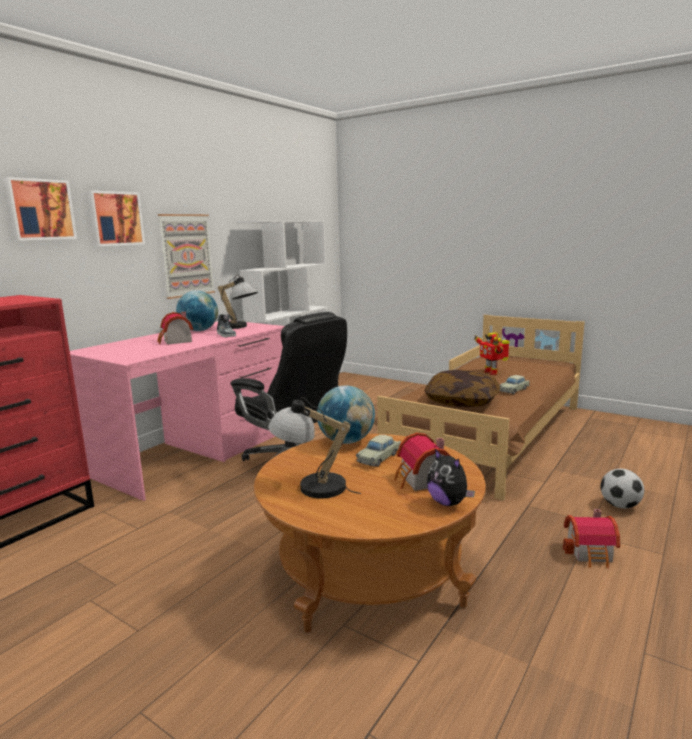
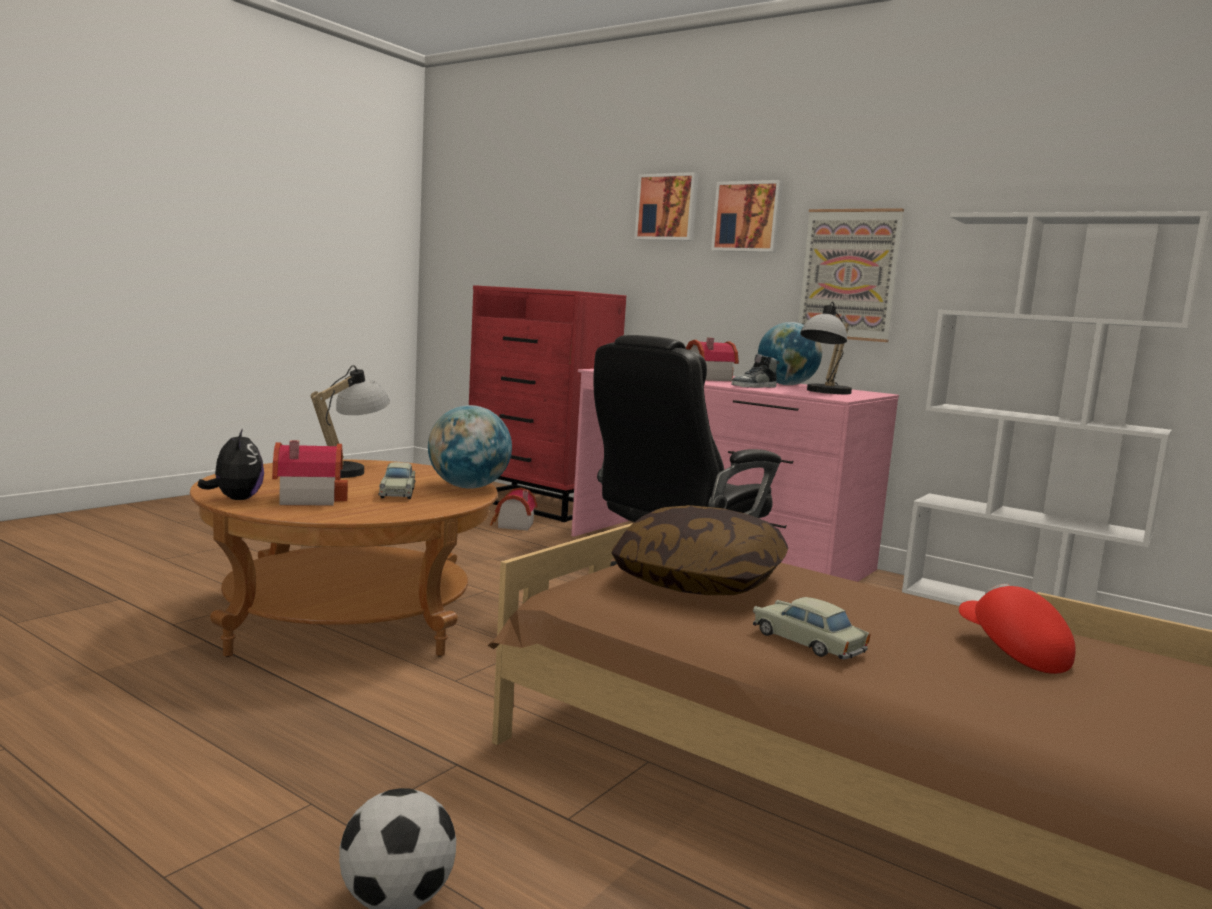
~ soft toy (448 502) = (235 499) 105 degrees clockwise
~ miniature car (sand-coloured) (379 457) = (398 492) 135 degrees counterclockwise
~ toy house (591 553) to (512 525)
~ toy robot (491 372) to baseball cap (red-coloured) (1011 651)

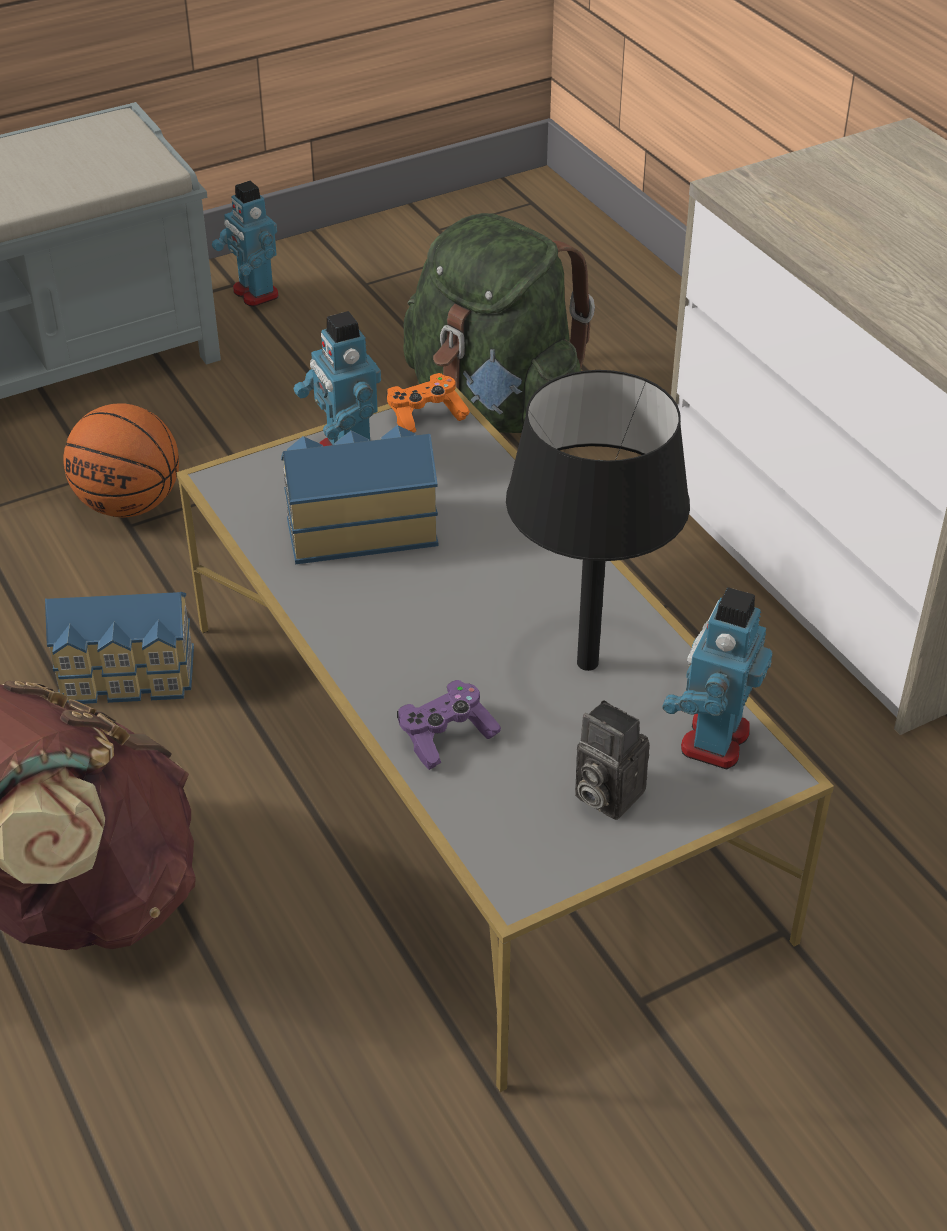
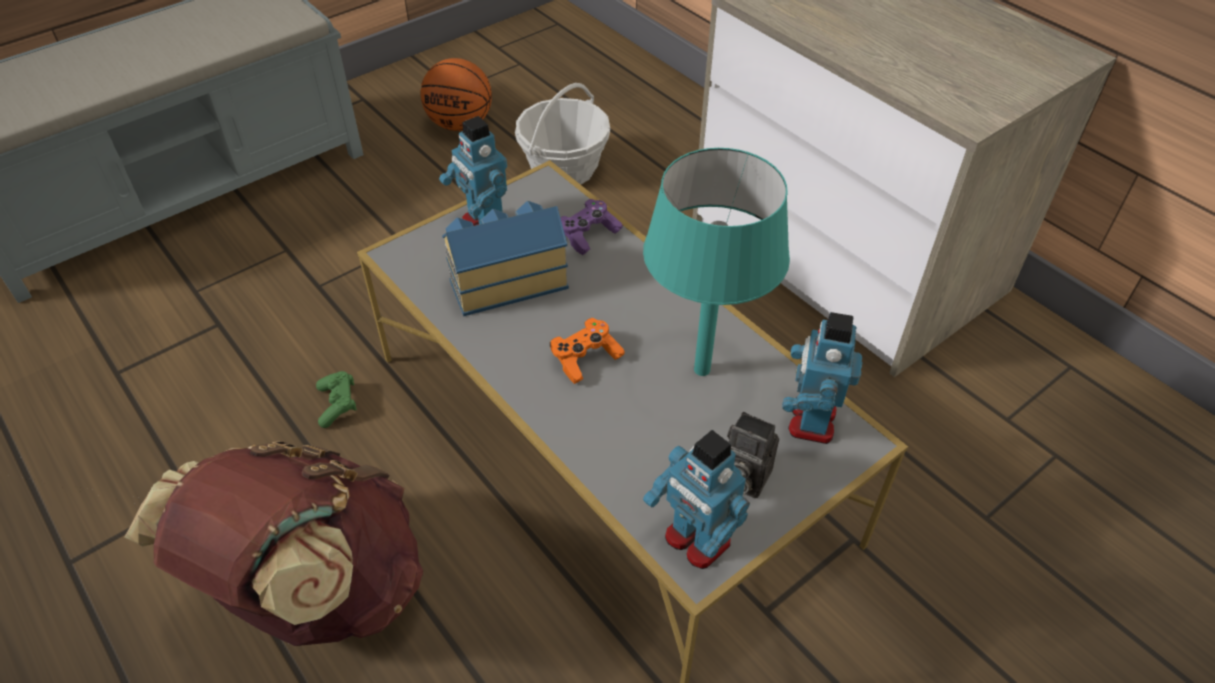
~ toy house (128 677) to joypad (greenish) (338 404)
~ basketball (129 504) to (460 124)
~ backpack (greenish) (495 406) to basket (564 169)
~ joypad (orange-coloured) (425 416) to (585 358)
~ joypad (purple) (446 736) to (588 234)
~ table lamp (black) (587 663) to table lamp (turquoise-coloured) (701 370)
~ toy robot (254 294) to (696 541)

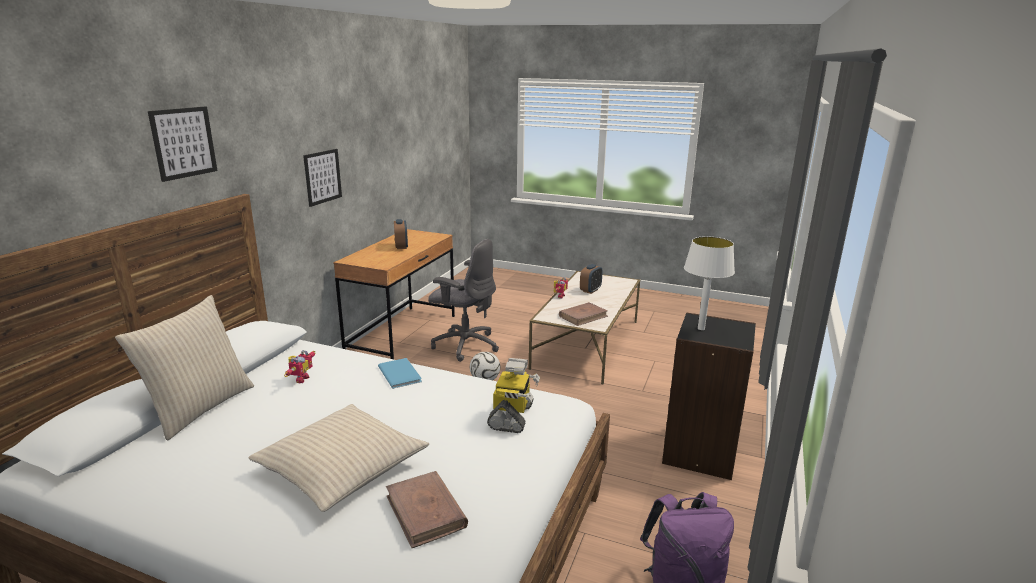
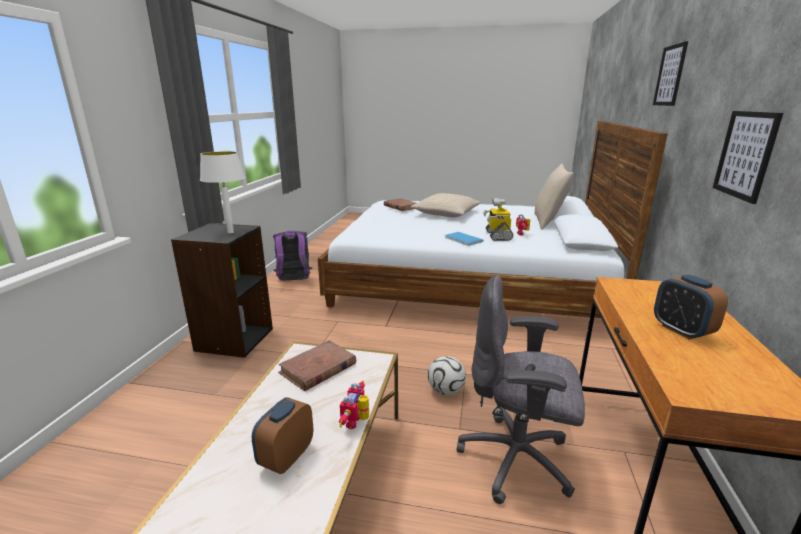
~ toy robot (512 416) to (497 235)

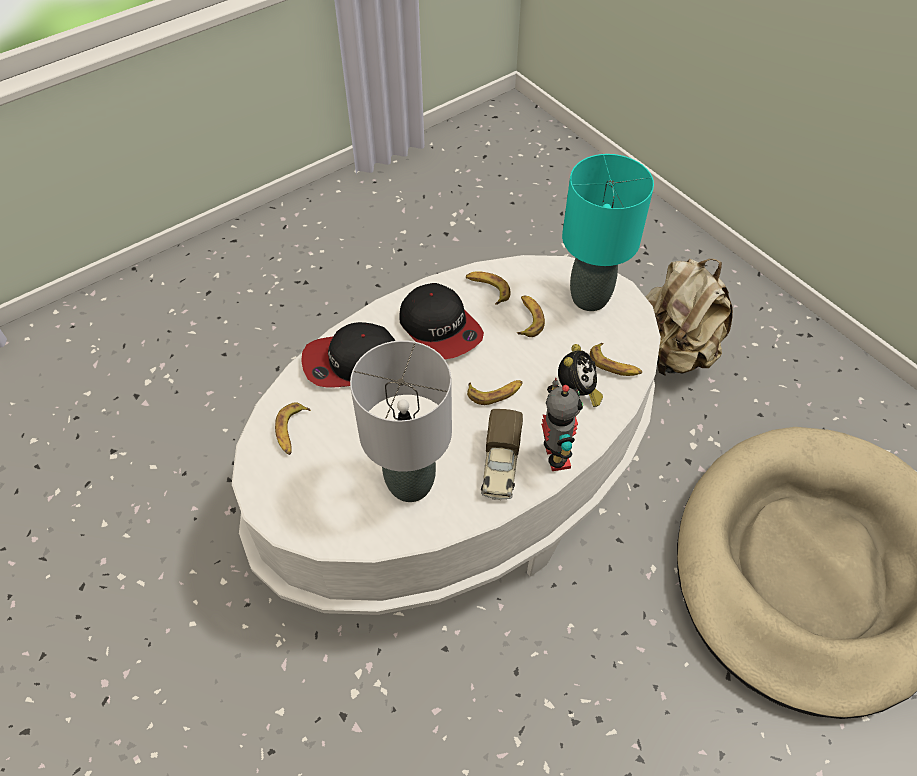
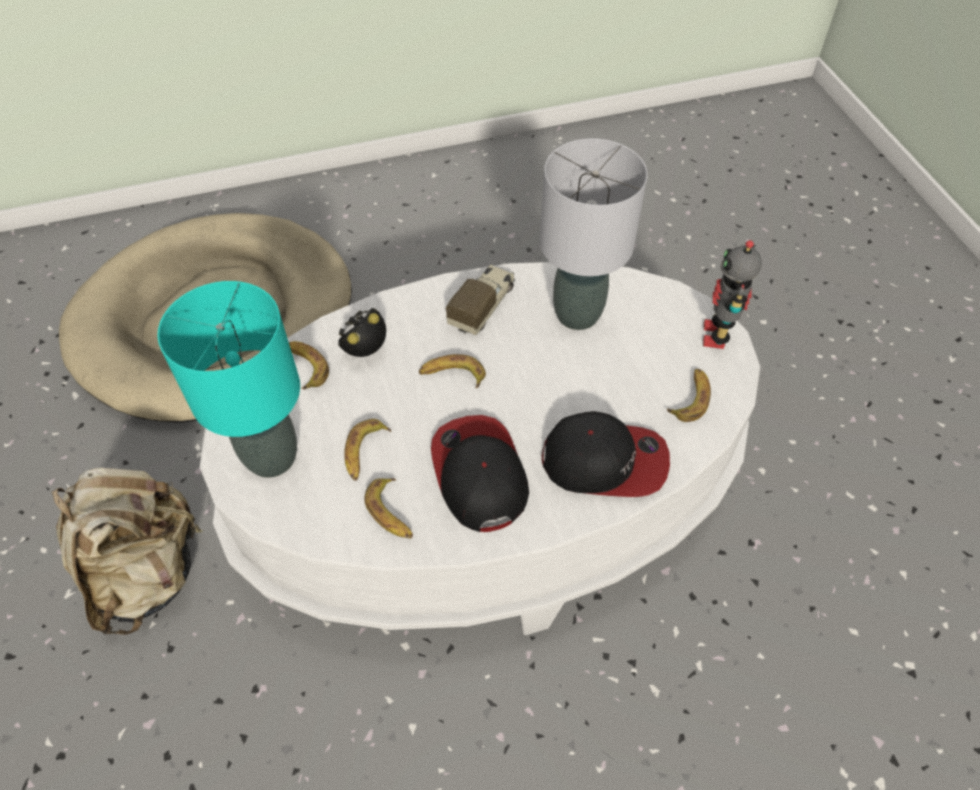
~ toy robot (554 457) to (717 336)

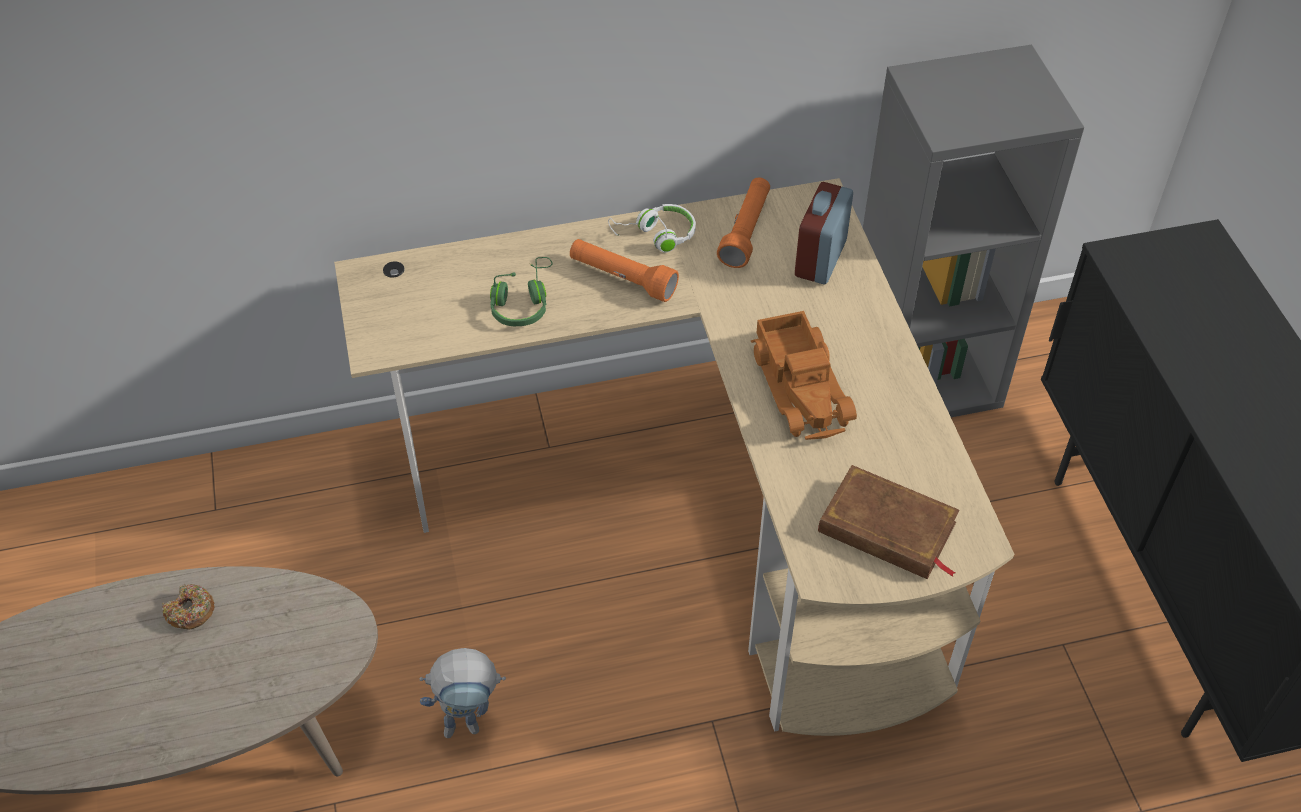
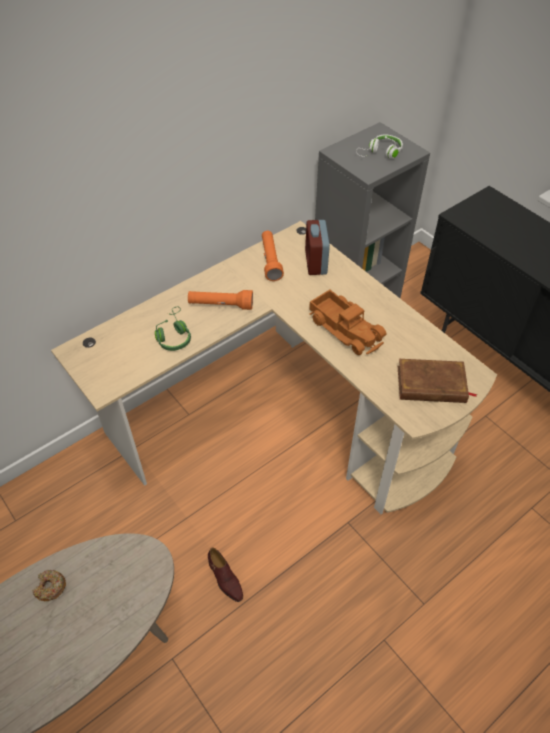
~ toy robot (471 723) to low shoe (brownish) (225 579)
~ headphones (whitish) (656 235) to (381 153)

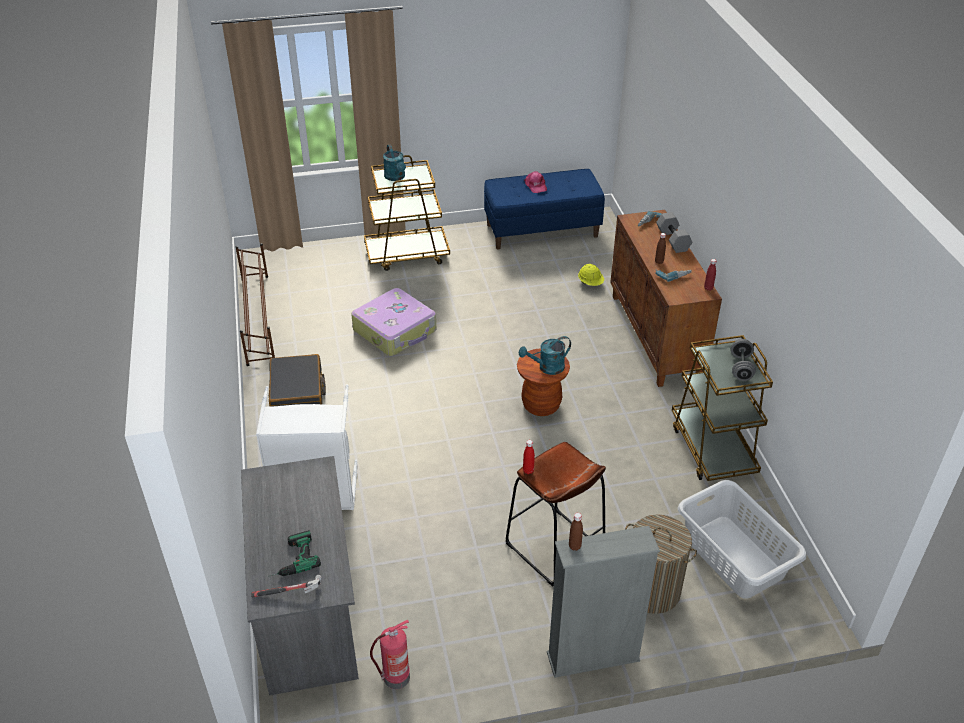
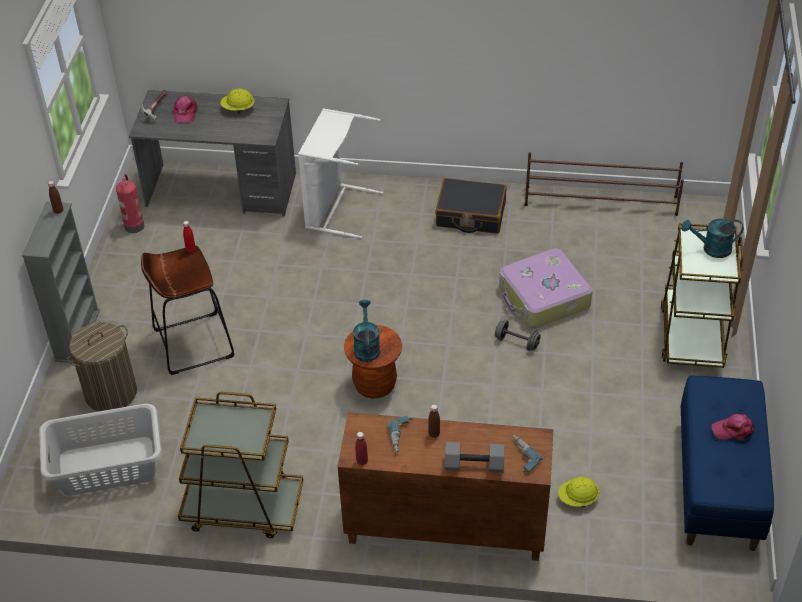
~ power drill (291 559) to baseball cap (pinkish) (185 112)
+ safety helmet (yellow) (238 109)
~ hand weight (greyish) (741 368) to (517 342)

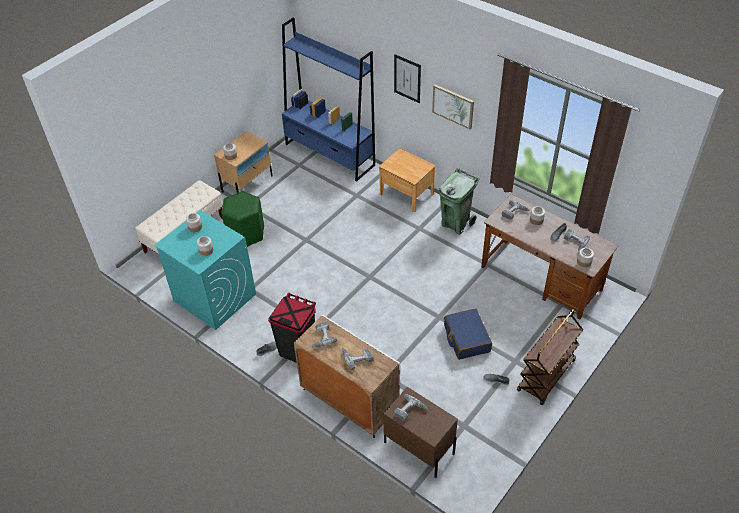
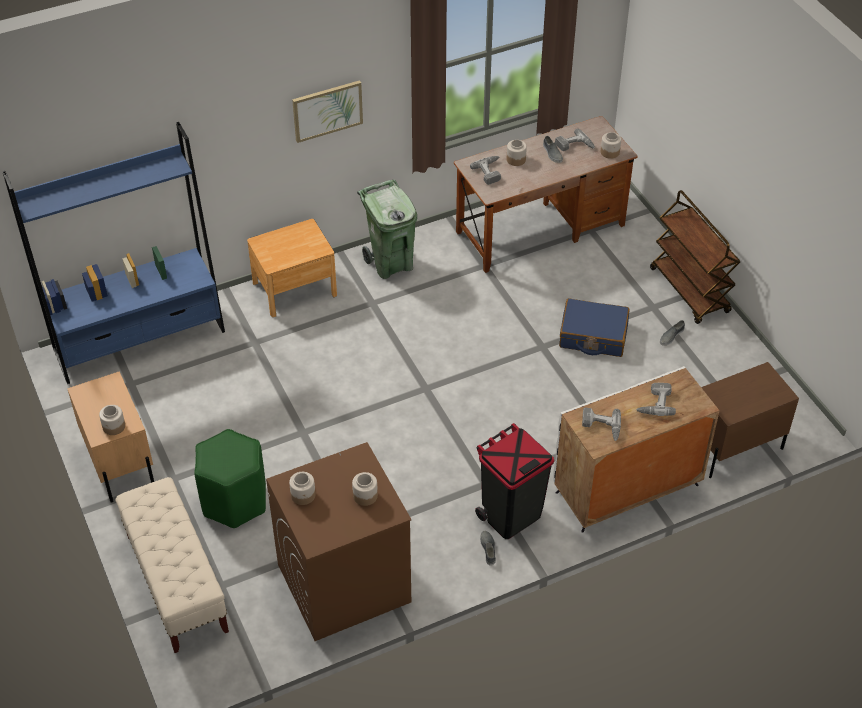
~ laundry appliance (turquoise-coloured) (214 297) to laundry appliance (brownish) (343 584)
- wall art (407 78)
- power drill (410 411)

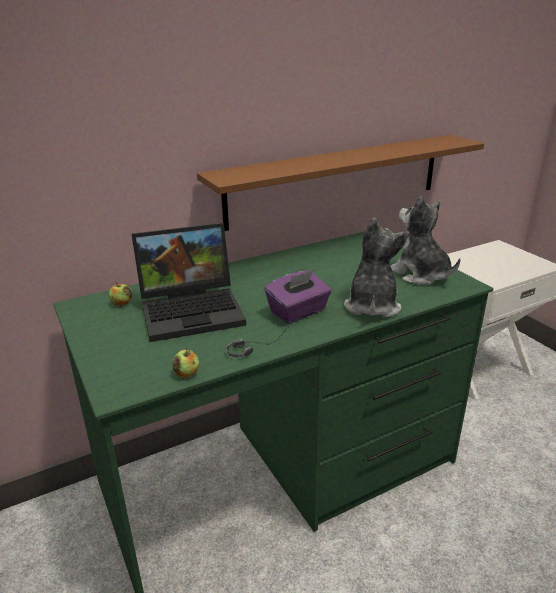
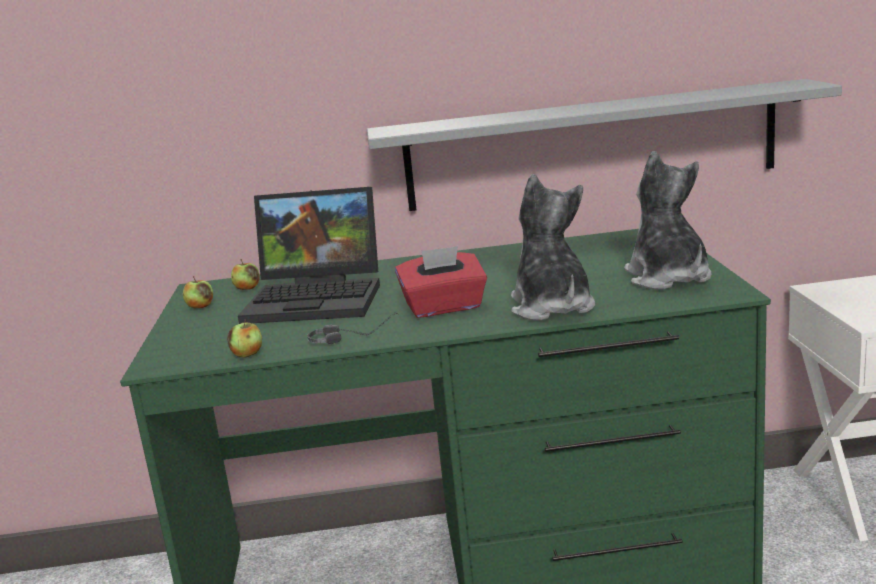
+ whole apple (200 306)
~ bracket shelf (brownish) (337 180) to bracket shelf (greyish) (591 146)
~ tissue holder (purple) (298 312) to tissue holder (red-coloured) (444 308)
~ soft toy (372 305) = (551 307) 45 degrees counterclockwise

